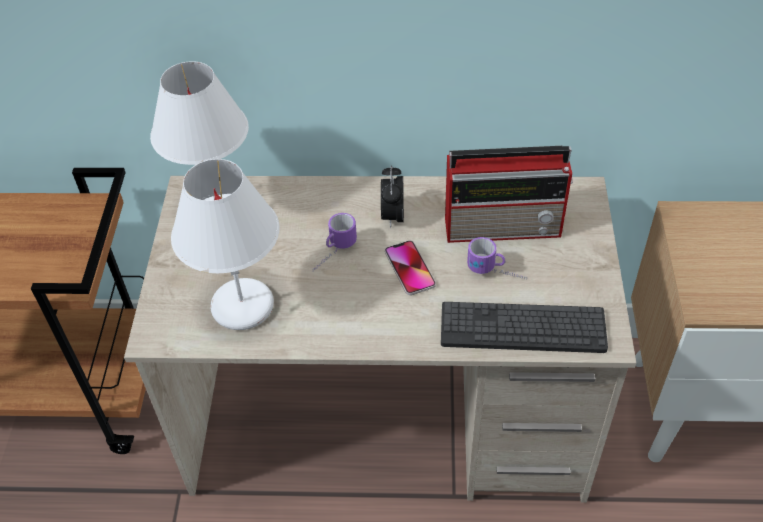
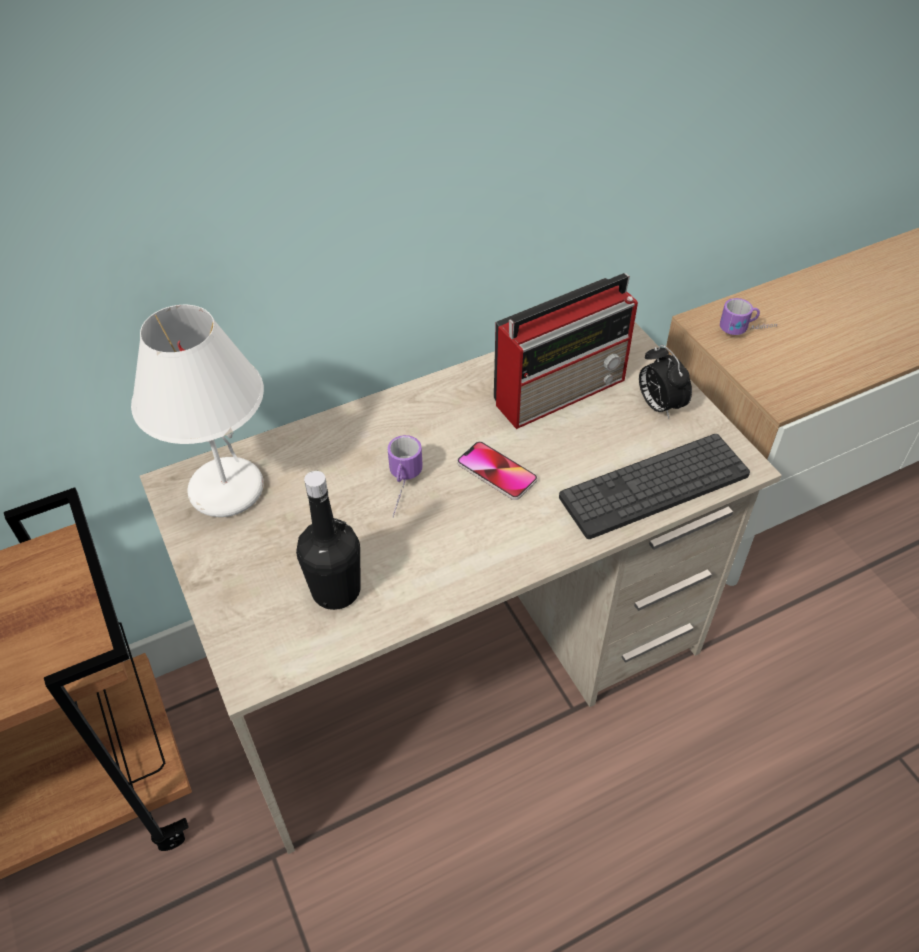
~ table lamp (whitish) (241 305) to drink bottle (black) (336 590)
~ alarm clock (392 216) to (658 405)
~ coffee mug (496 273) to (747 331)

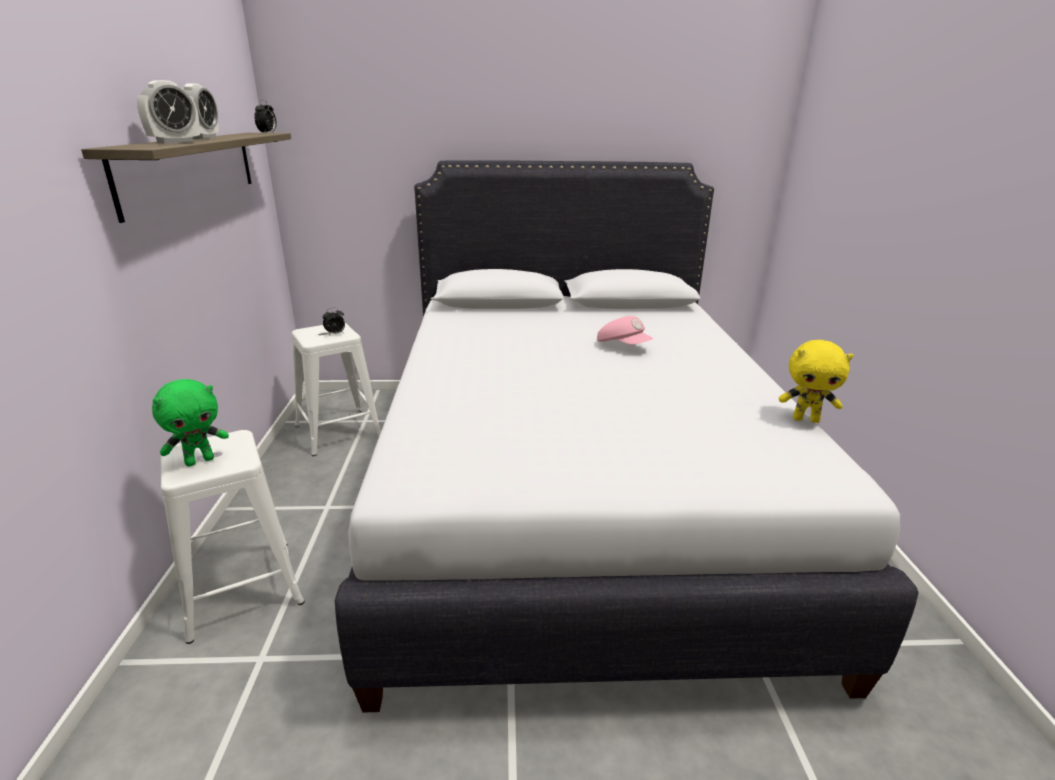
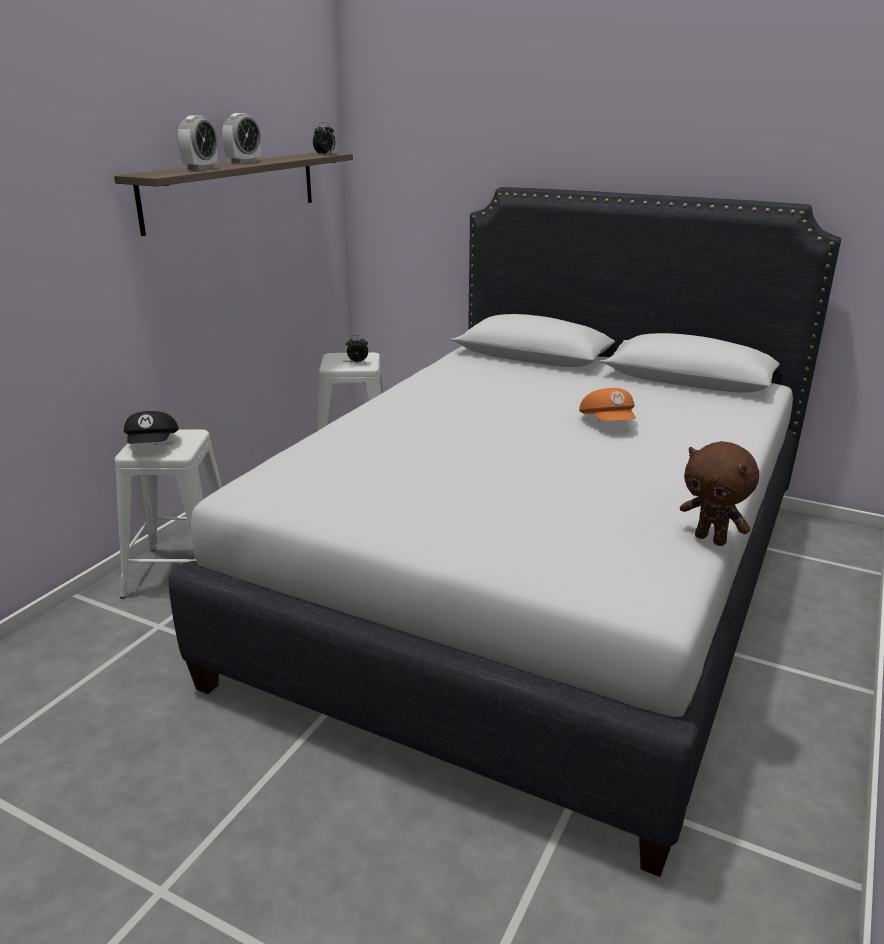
~ soft toy (greenish) (200 460) to baseball cap (black) (153 445)
~ alarm clock (175 142) = (200 168) 45 degrees counterclockwise
~ baseball cap (pinkish) (623 346) to baseball cap (orange-coloured) (608 423)
~ soft toy (yellow) (806 419) to soft toy (brownish) (711 539)

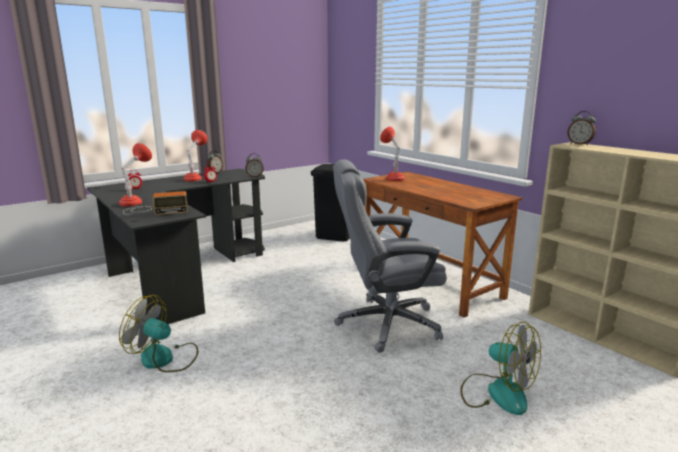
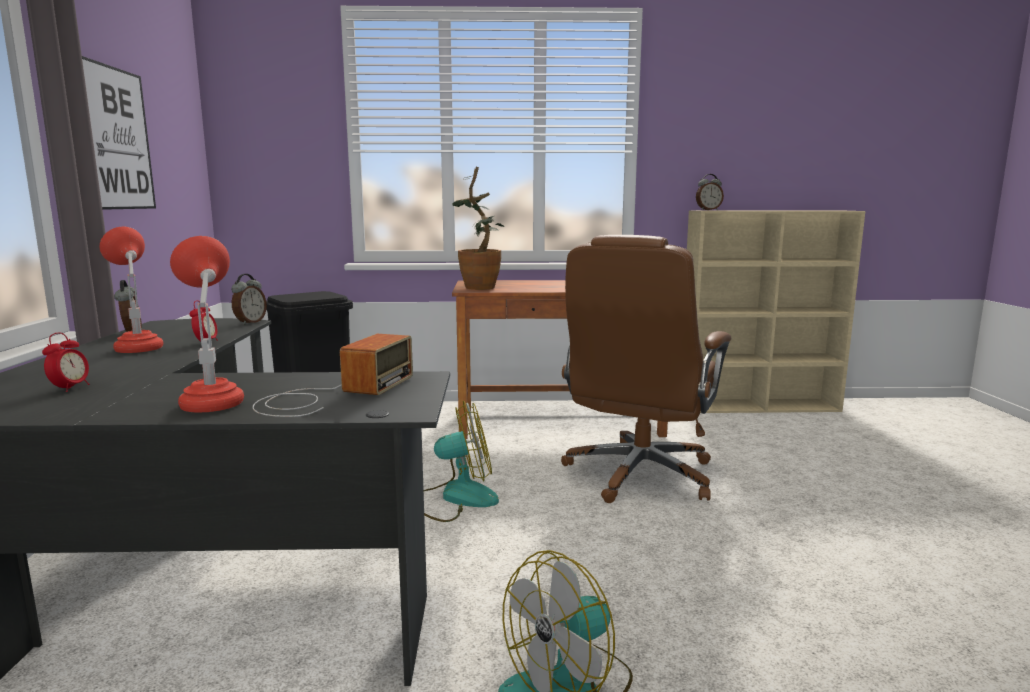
+ wall art (118 139)
~ cooling fan (497 392) to (455 498)
~ table lamp (red-coloured) (392 178) to potted plant (483 286)
~ desk chair (greyish) (386 324) to desk chair (brownish) (639 475)

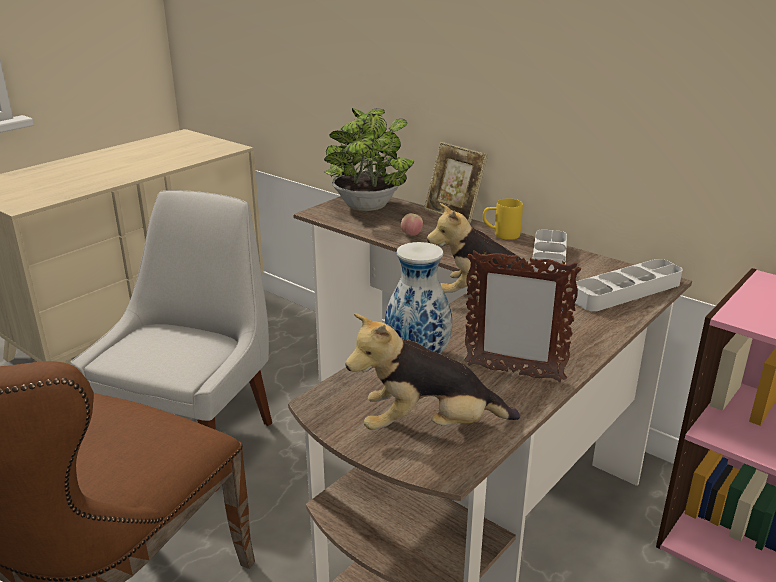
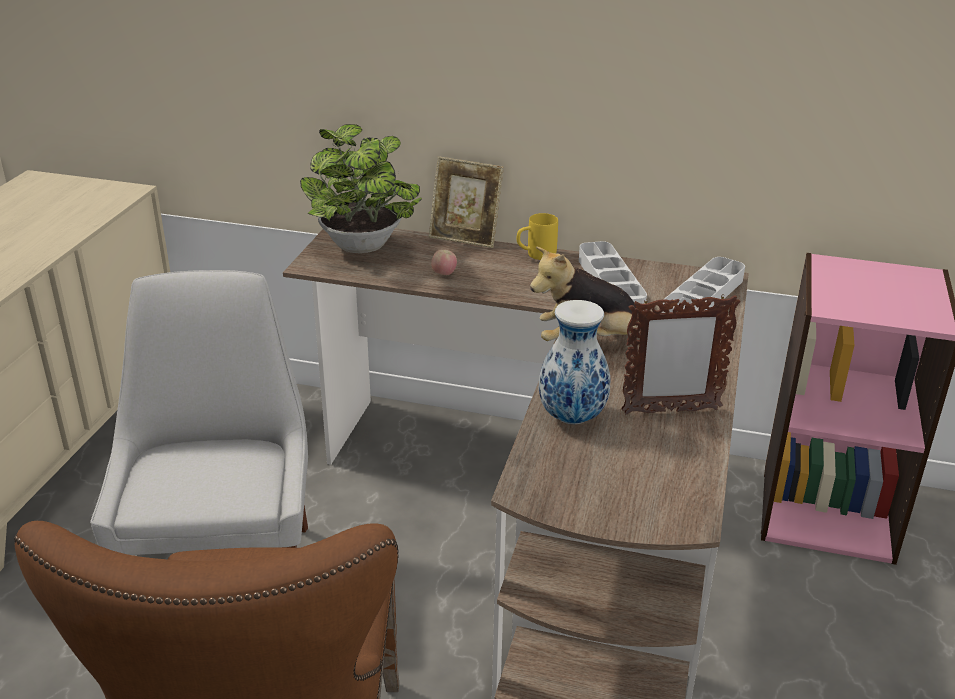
- soft toy (429 427)

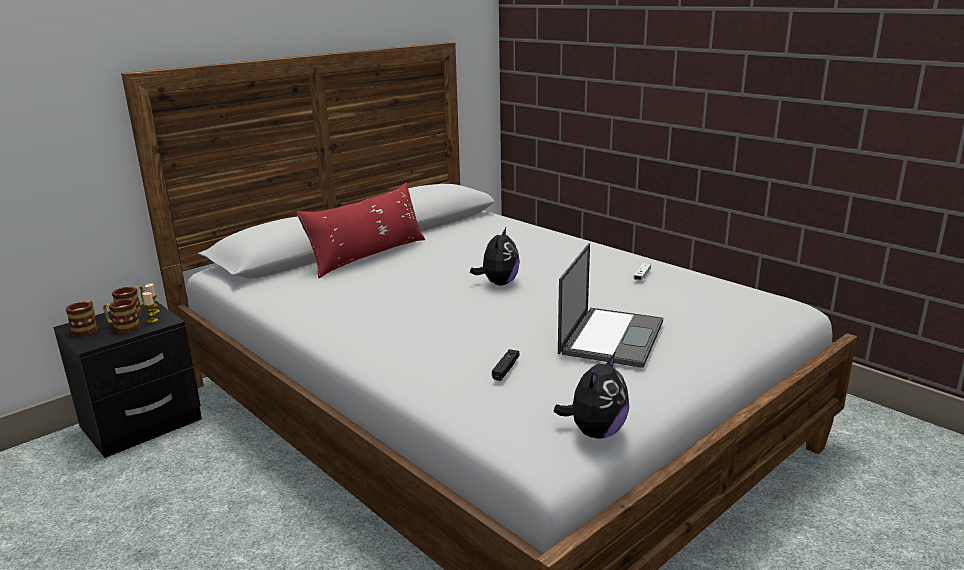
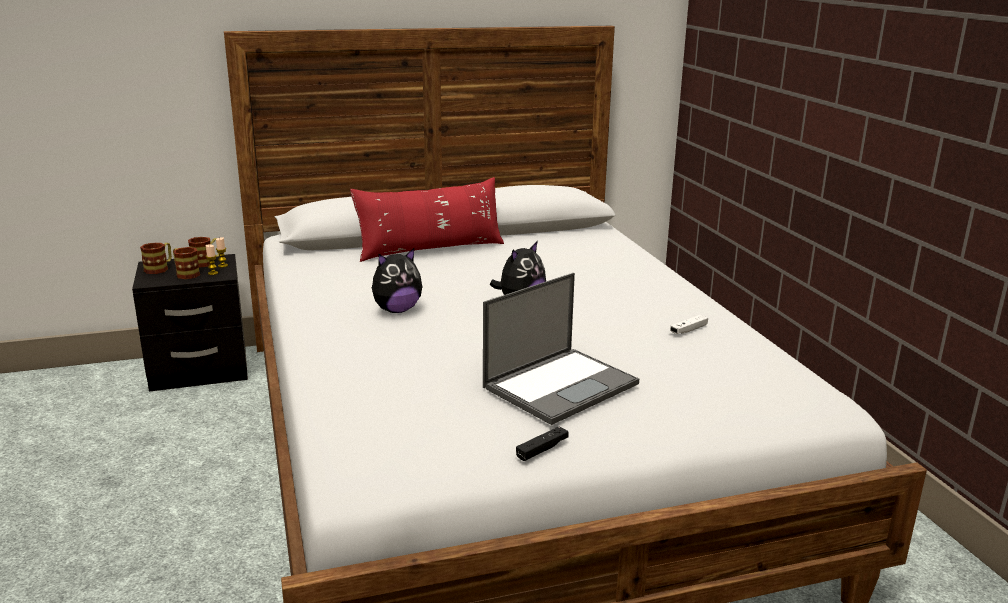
~ soft toy (595 432) to (396 310)
~ joypad (black) (505 369) to (542 449)

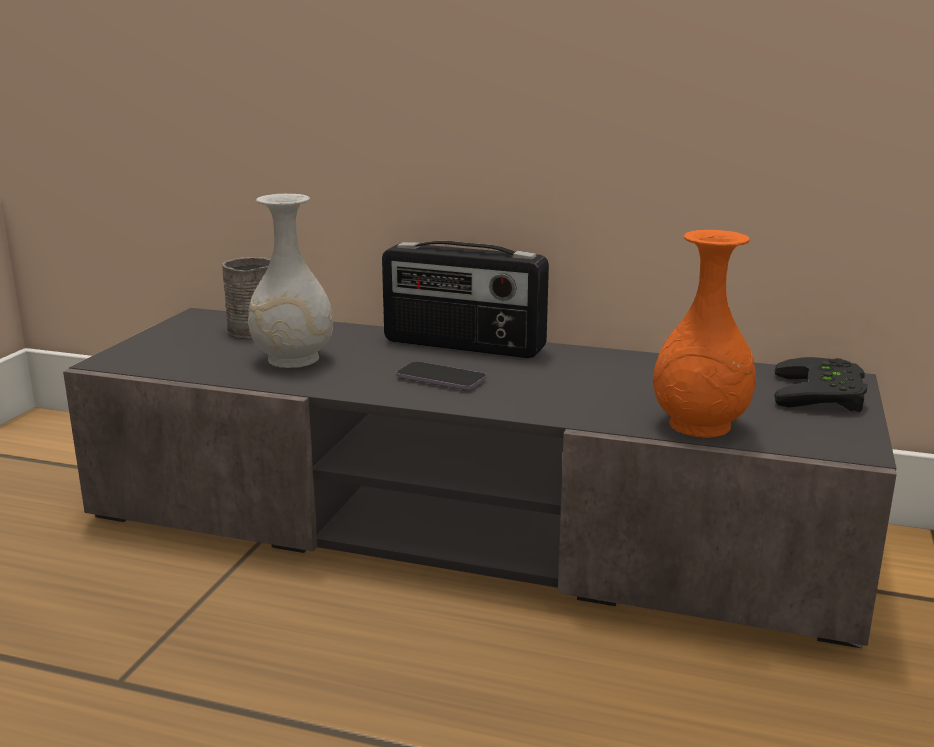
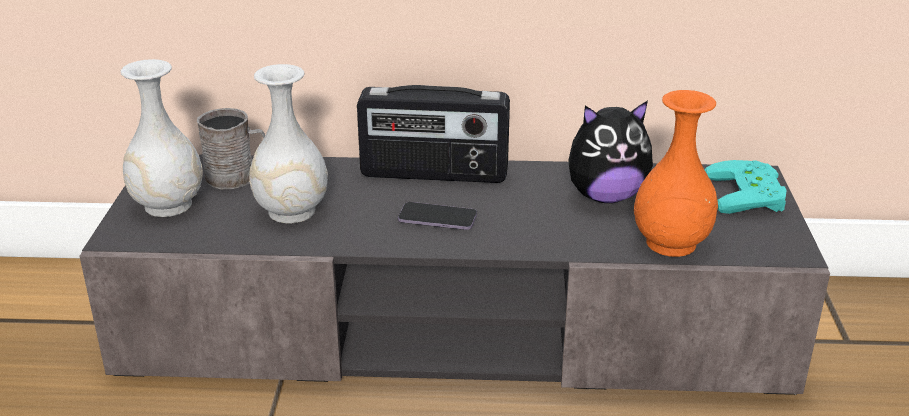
+ flower vase (whitish) (168 205)
+ soft toy (605 196)
~ joypad (black) (826 394) to joypad (turquoise-coloured) (750 195)

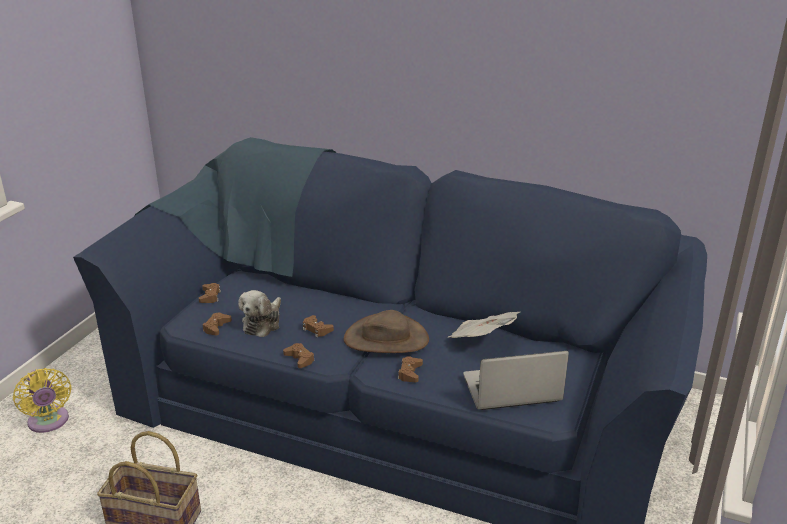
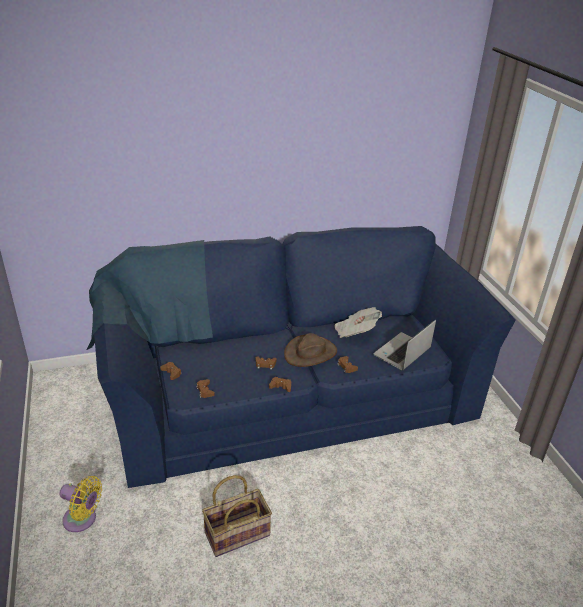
- soft toy (263 323)

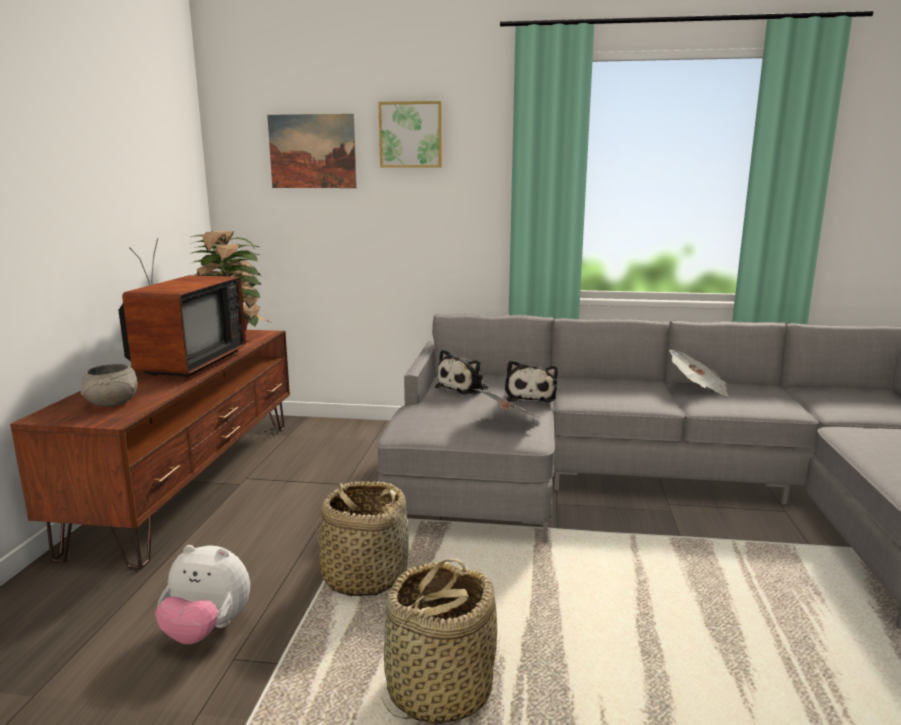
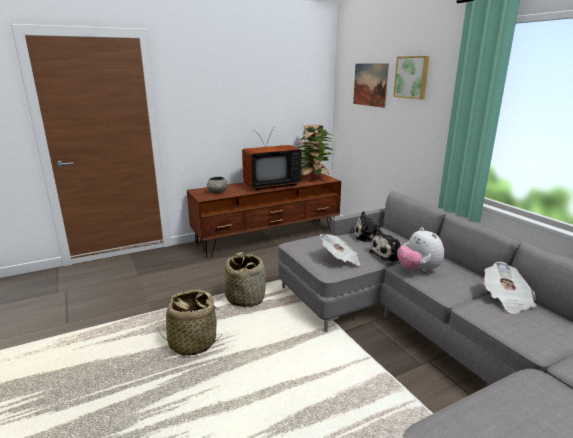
~ soft toy (207 630) to (418 270)

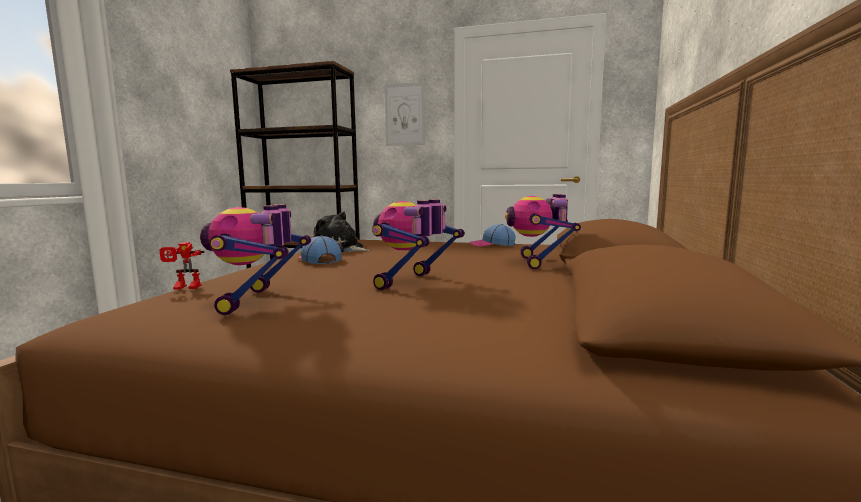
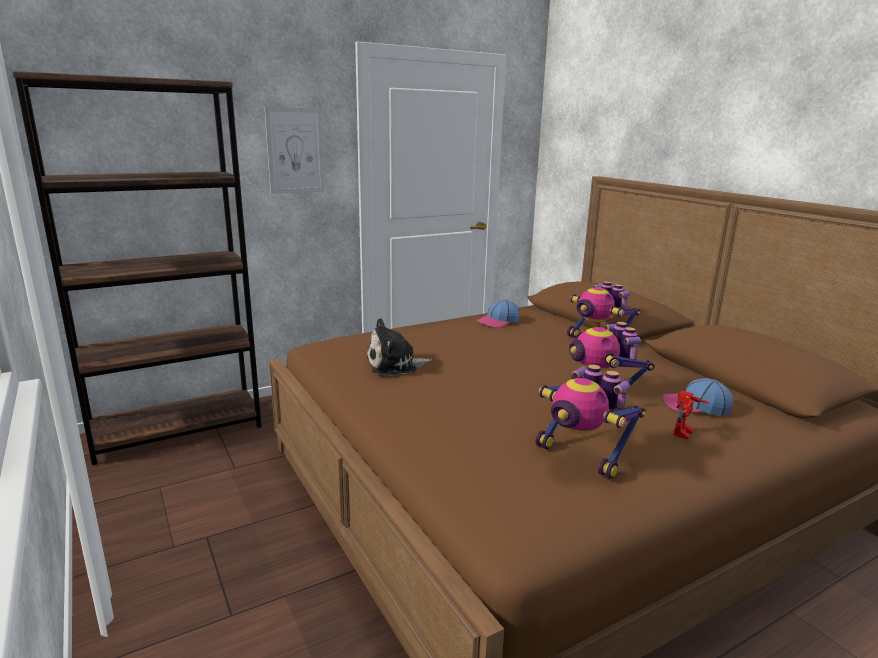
~ baseball cap (319 259) to (696 405)
~ toy robot (184 288) to (685 434)

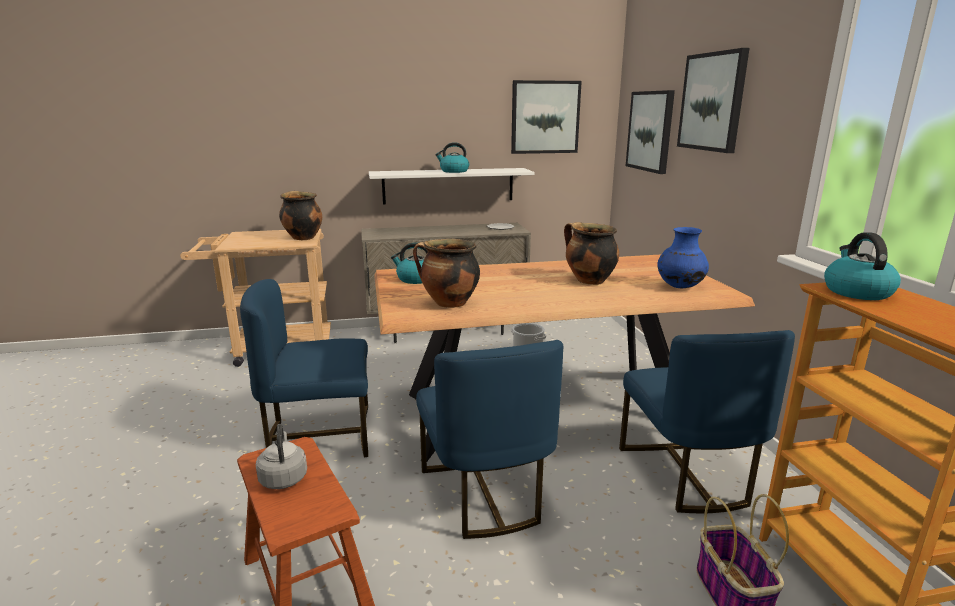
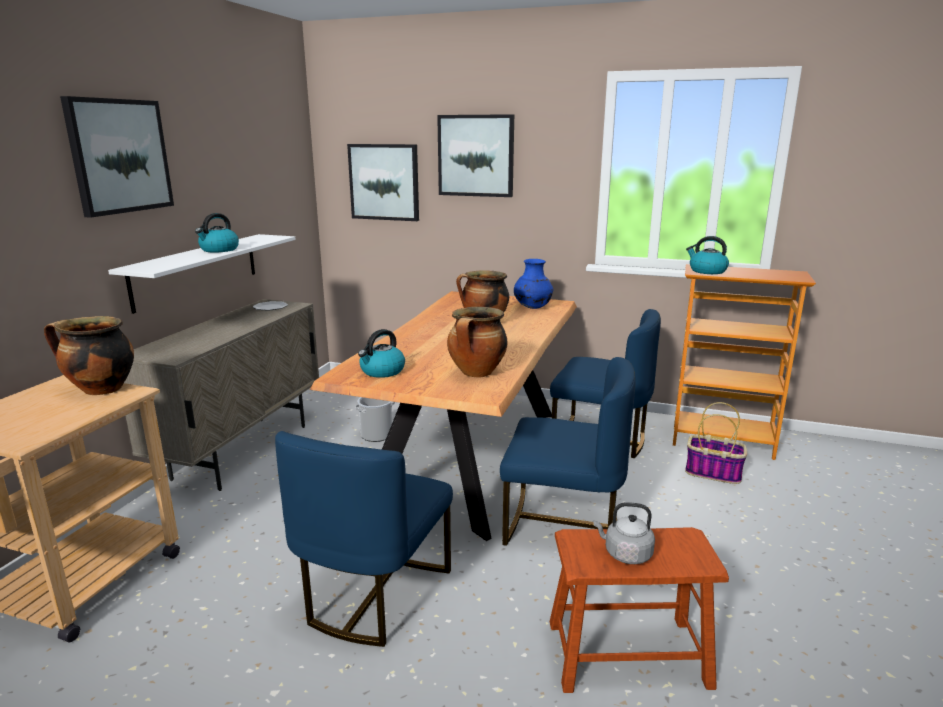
~ wall art (545 117) to (119 156)

